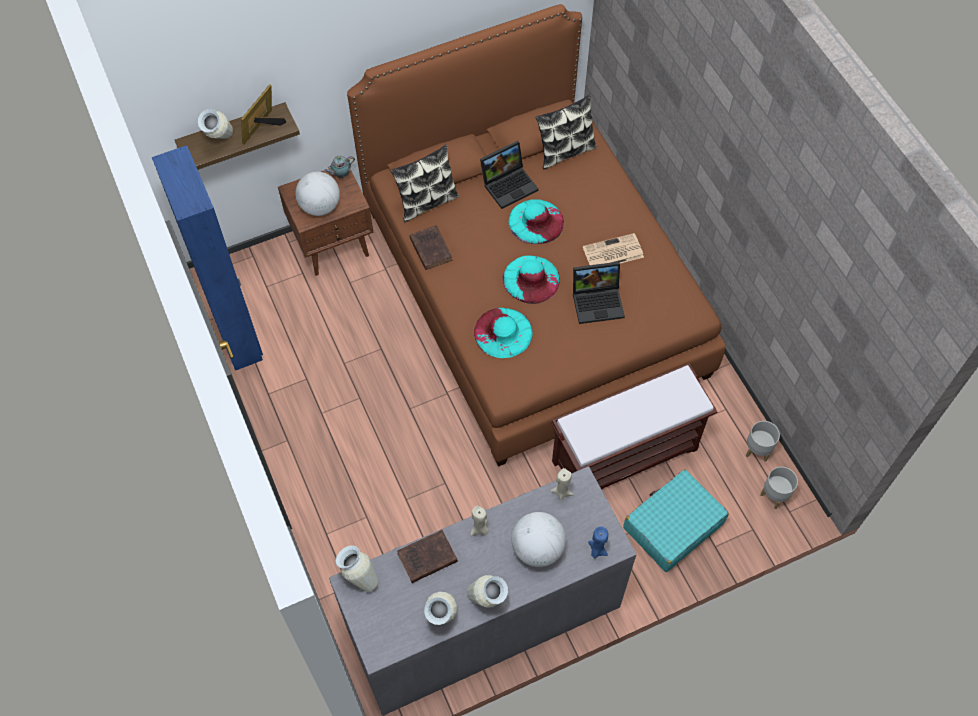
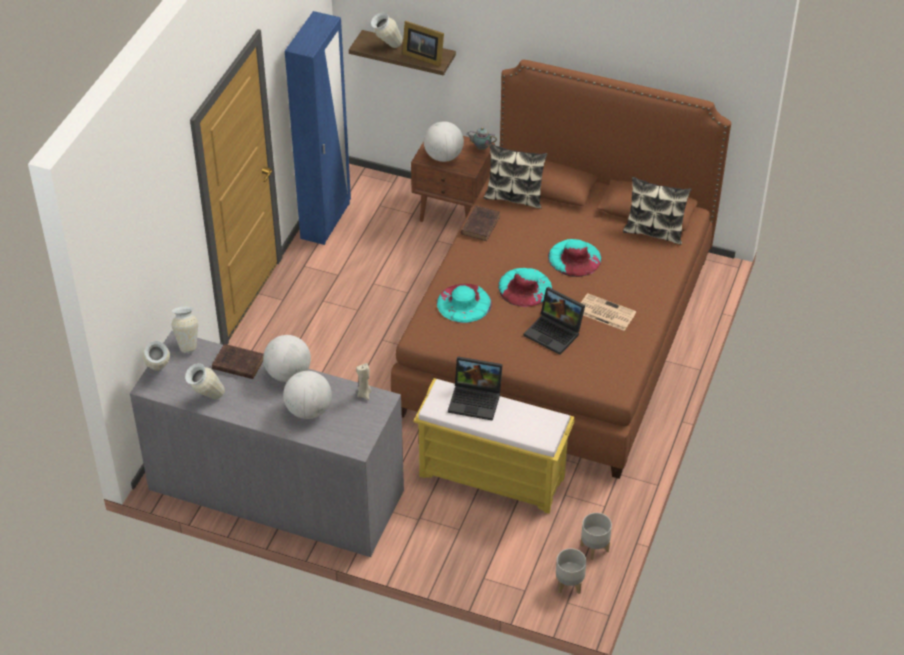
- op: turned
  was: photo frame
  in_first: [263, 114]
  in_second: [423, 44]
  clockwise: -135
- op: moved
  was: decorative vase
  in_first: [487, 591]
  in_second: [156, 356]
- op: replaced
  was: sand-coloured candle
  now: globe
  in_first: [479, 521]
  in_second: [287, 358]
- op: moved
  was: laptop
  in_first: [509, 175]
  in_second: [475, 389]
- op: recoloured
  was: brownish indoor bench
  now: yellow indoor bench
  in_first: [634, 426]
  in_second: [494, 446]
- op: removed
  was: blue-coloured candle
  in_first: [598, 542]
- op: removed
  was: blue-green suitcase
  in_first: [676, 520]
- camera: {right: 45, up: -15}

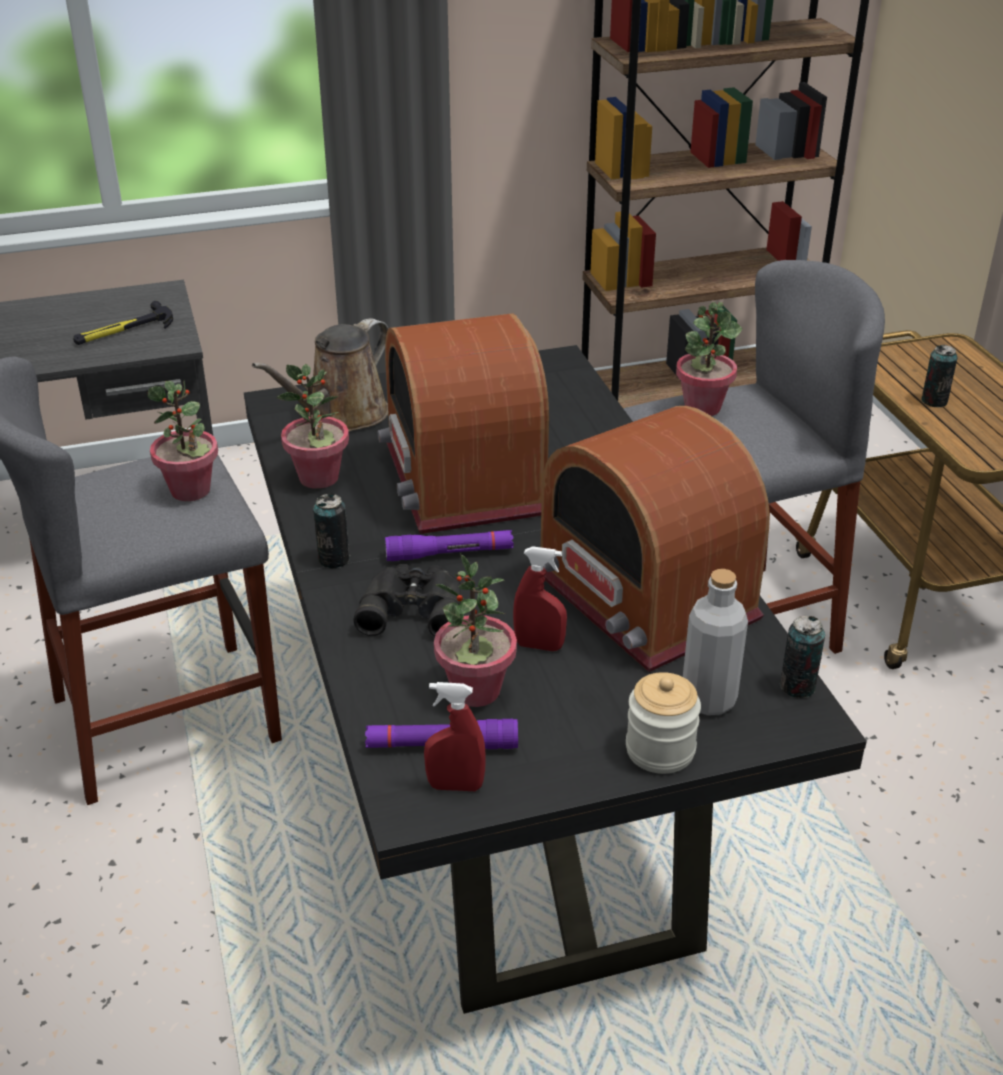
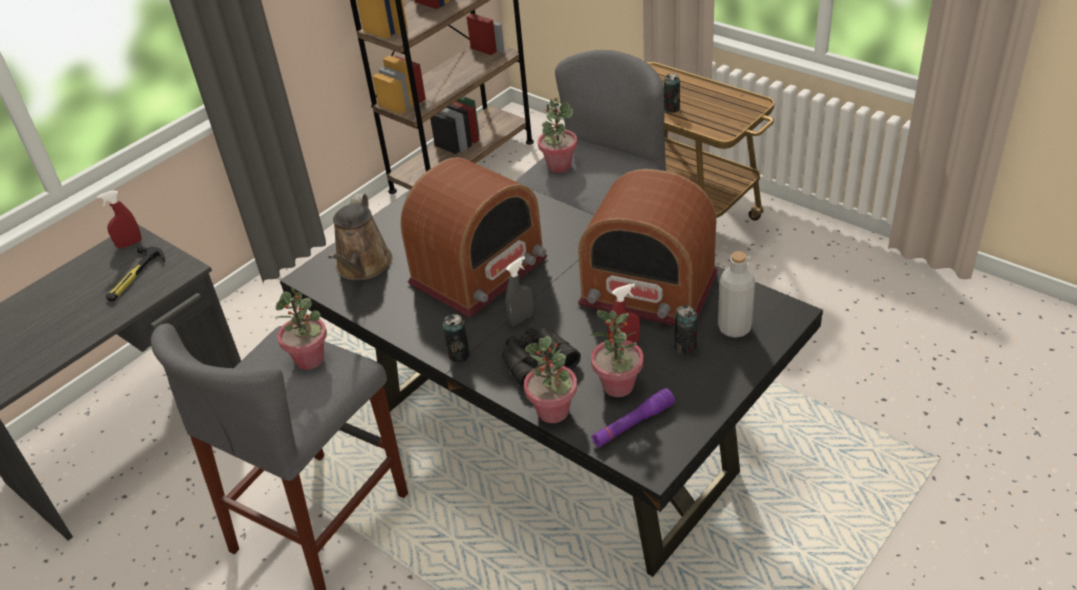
- op: moved
  was: houseplant
  in_first: [313, 426]
  in_second: [550, 379]
- op: turned
  was: radio set
  in_first: [463, 423]
  in_second: [474, 237]
  clockwise: -90
- op: replaced
  was: purple-coloured flashlight
  now: greyish spray bottle
  in_first: [449, 545]
  in_second: [519, 290]
- op: moved
  was: red spray bottle
  in_first: [455, 736]
  in_second: [119, 219]
- op: removed
  was: jar
  in_first: [663, 723]
- op: moved
  was: sealed can
  in_first: [802, 657]
  in_second: [686, 330]
- camera: {right: -30, up: 5}

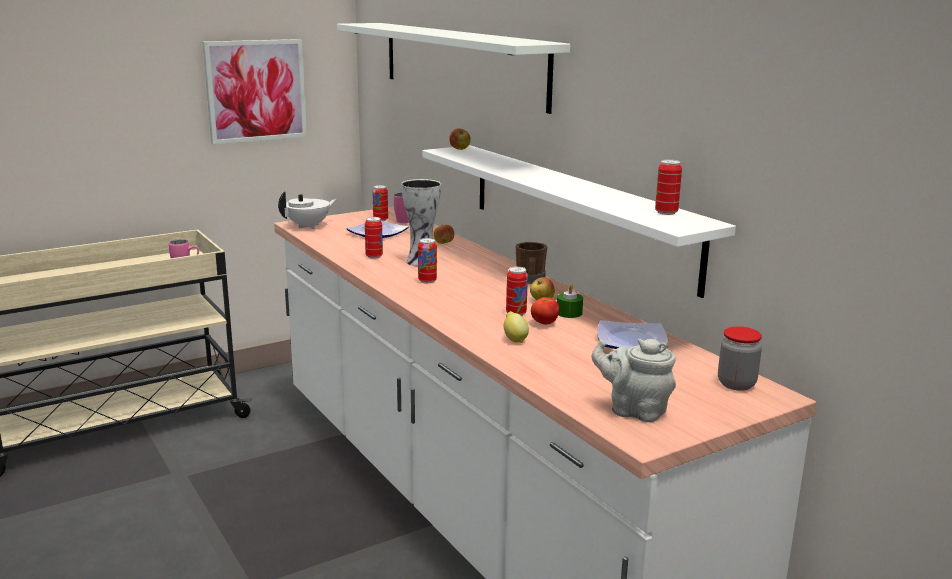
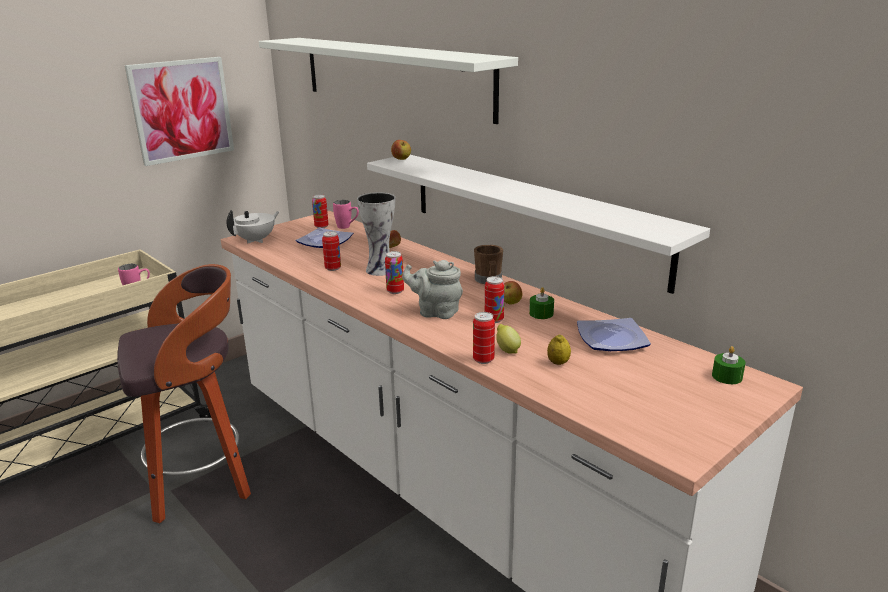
- op: removed
  was: tomato
  in_first: [545, 310]
- op: moved
  was: greyish tea pot
  in_first: [634, 380]
  in_second: [432, 289]
- op: moved
  was: sealed can
  in_first: [668, 187]
  in_second: [484, 338]
- op: replaced
  was: jar
  now: green-coloured candle
  in_first: [740, 358]
  in_second: [728, 365]
- op: added
  now: stool seat
  in_second: [184, 393]
- op: added
  now: citrus fruit
  in_second: [559, 350]
- camera: {right: -10, up: 5}

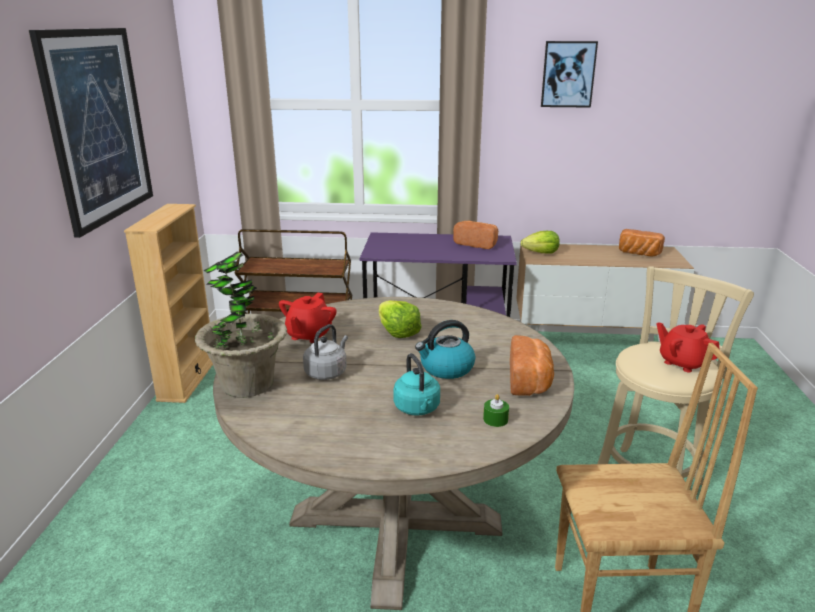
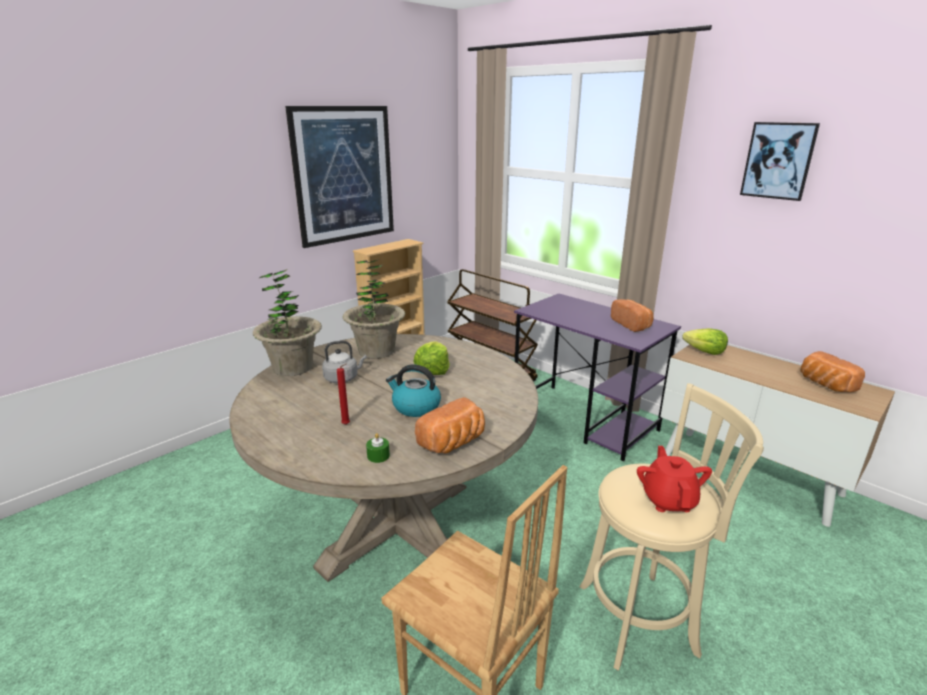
- op: replaced
  was: red tea pot
  now: houseplant
  in_first: [308, 317]
  in_second: [374, 309]
- op: replaced
  was: blue-green water kettle
  now: red candle
  in_first: [416, 384]
  in_second: [343, 394]
- camera: {right: 40, up: 0}

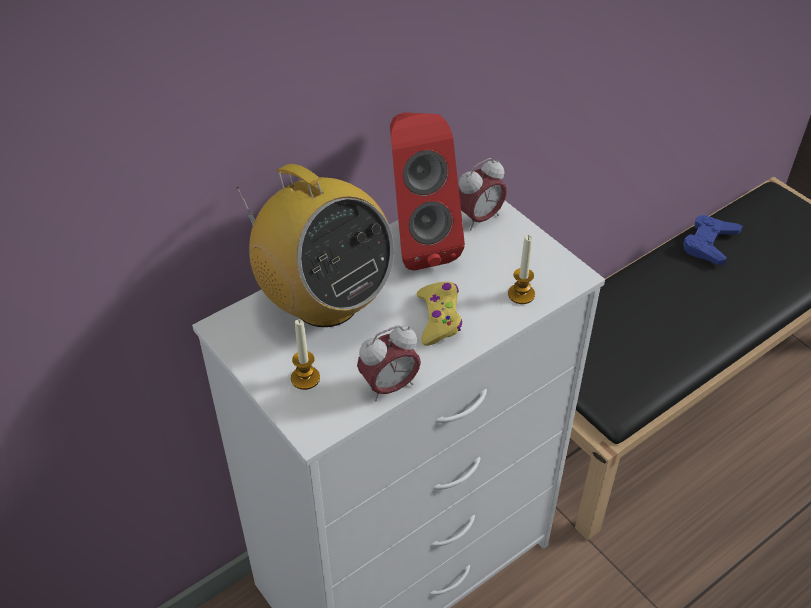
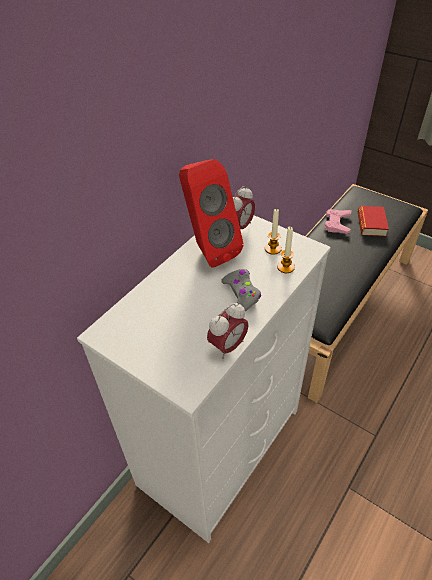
- op: removed
  was: radio set
  in_first: [315, 245]
- op: moved
  was: candle
  in_first: [305, 354]
  in_second: [273, 231]
- op: recoloured
  was: yellow gamepad
  now: greyish gamepad
  in_first: [439, 314]
  in_second: [241, 290]
- op: recoloured
  was: blue-coloured gamepad
  now: pink-coloured gamepad
  in_first: [713, 239]
  in_second: [338, 221]
- op: added
  now: volume
  in_second: [373, 221]
- camera: {right: -15, up: 0}

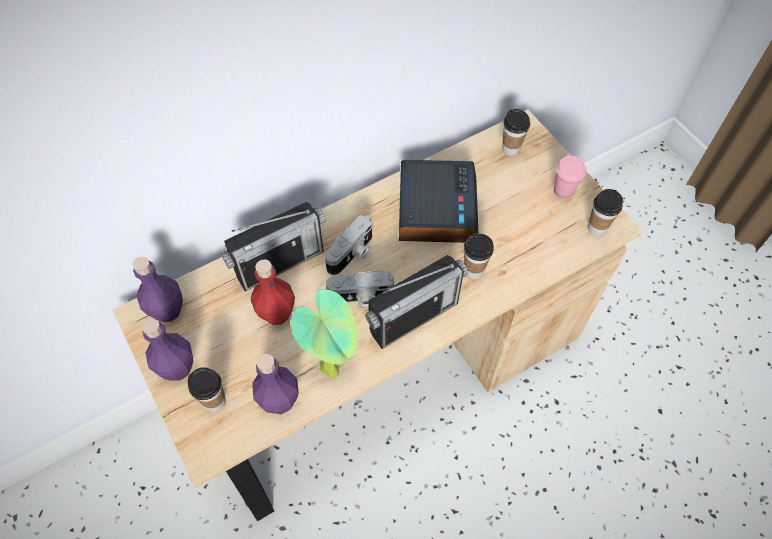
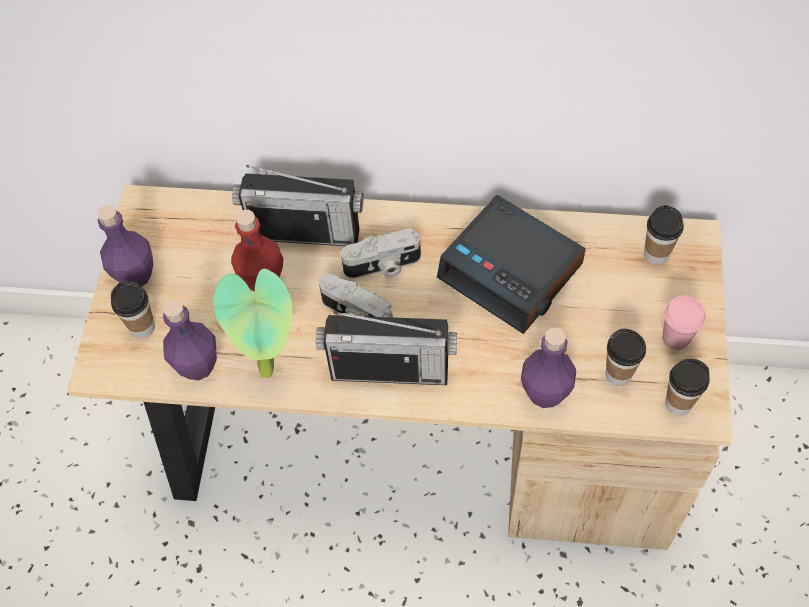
- op: moved
  was: purple-coloured bottle
  in_first: [157, 289]
  in_second: [548, 368]
- op: turned
  was: alarm clock
  in_first: [438, 201]
  in_second: [511, 264]
  clockwise: 90
- op: moved
  was: small cup
  in_first: [479, 256]
  in_second: [626, 357]
- camera: {right: 40, up: 0}

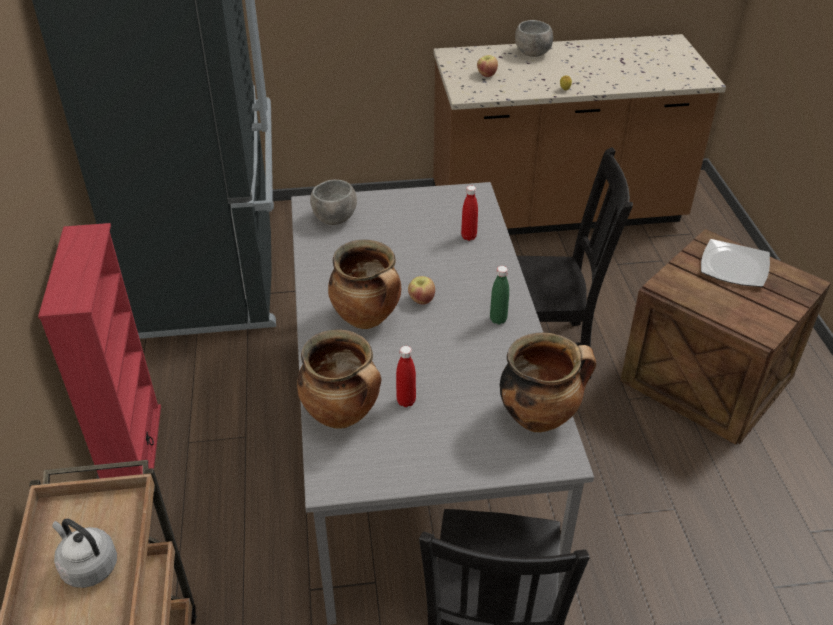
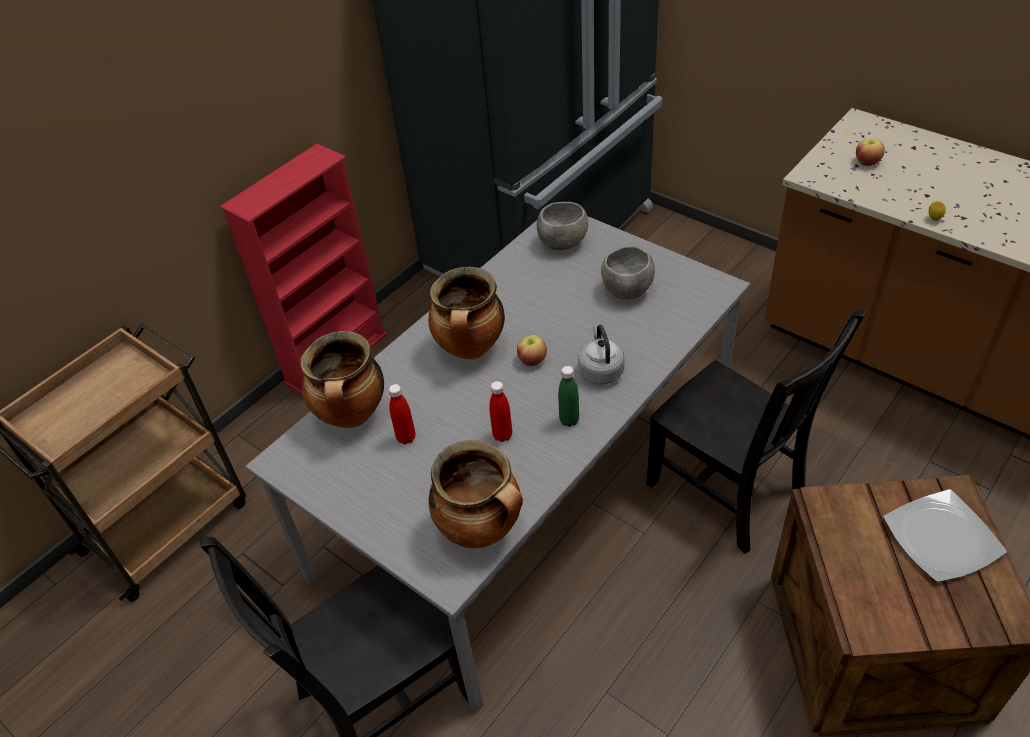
- op: moved
  was: greyish water kettle
  in_first: [84, 553]
  in_second: [601, 355]
- op: moved
  was: red bottle
  in_first: [469, 213]
  in_second: [500, 411]
- op: moved
  was: greyish deep dish
  in_first: [534, 38]
  in_second: [628, 273]
- camera: {right: 50, up: 5}

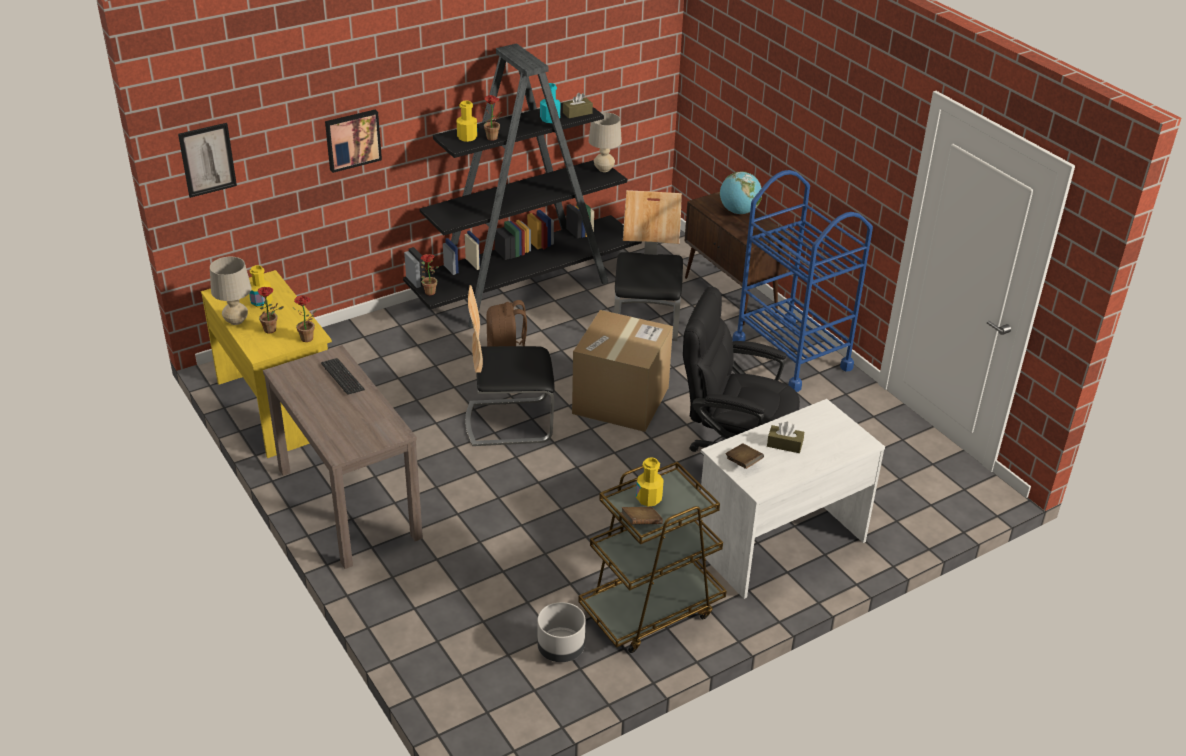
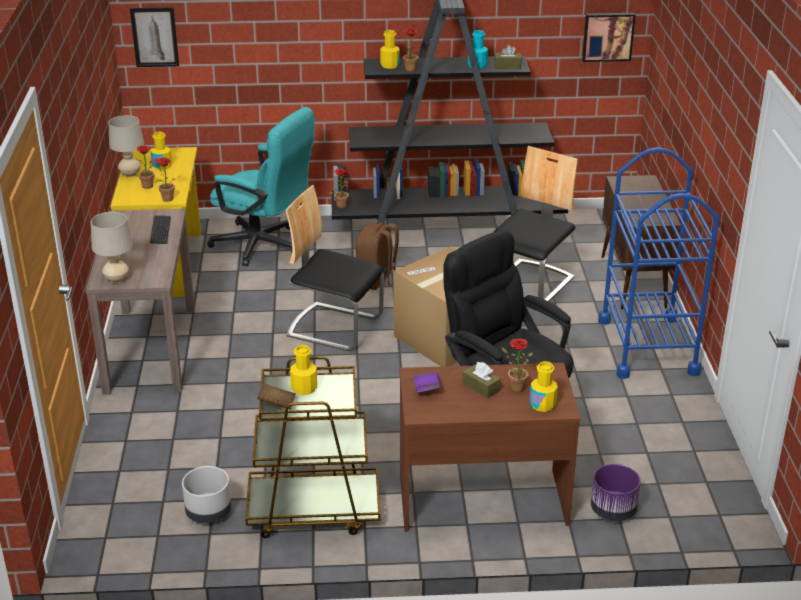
- op: moved
  was: wall art
  in_first: [353, 141]
  in_second: [609, 37]
- op: moved
  was: sand-coloured table lamp
  in_first: [605, 142]
  in_second: [112, 247]
- op: recoloured
  was: whitish desk unit
  now: brownish desk unit
  in_first: [791, 499]
  in_second: [489, 447]
- op: removed
  was: globe
  in_first: [741, 193]
- op: recoloured
  was: brownish volume
  now: purple-coloured volume
  in_first: [744, 456]
  in_second: [426, 382]
- op: added
  now: blue-green office chair
  in_second: [261, 186]
- op: added
  now: houseplant
  in_second: [517, 366]
- op: added
  now: yellow bottle
  in_second: [544, 386]
- op: added
  now: purple-coloured plant pot
  in_second: [616, 492]
- camera: {right: 30, up: -5}

